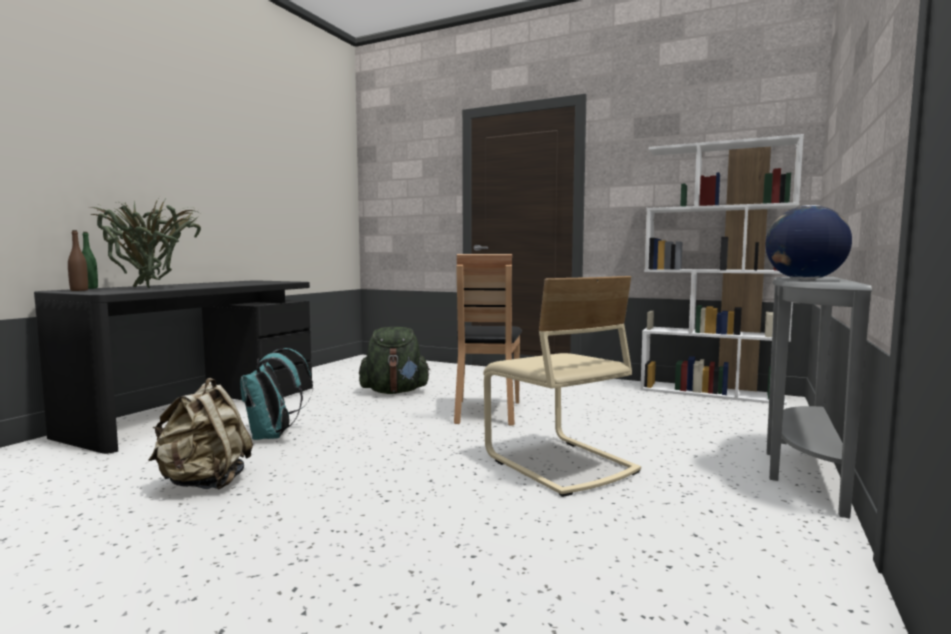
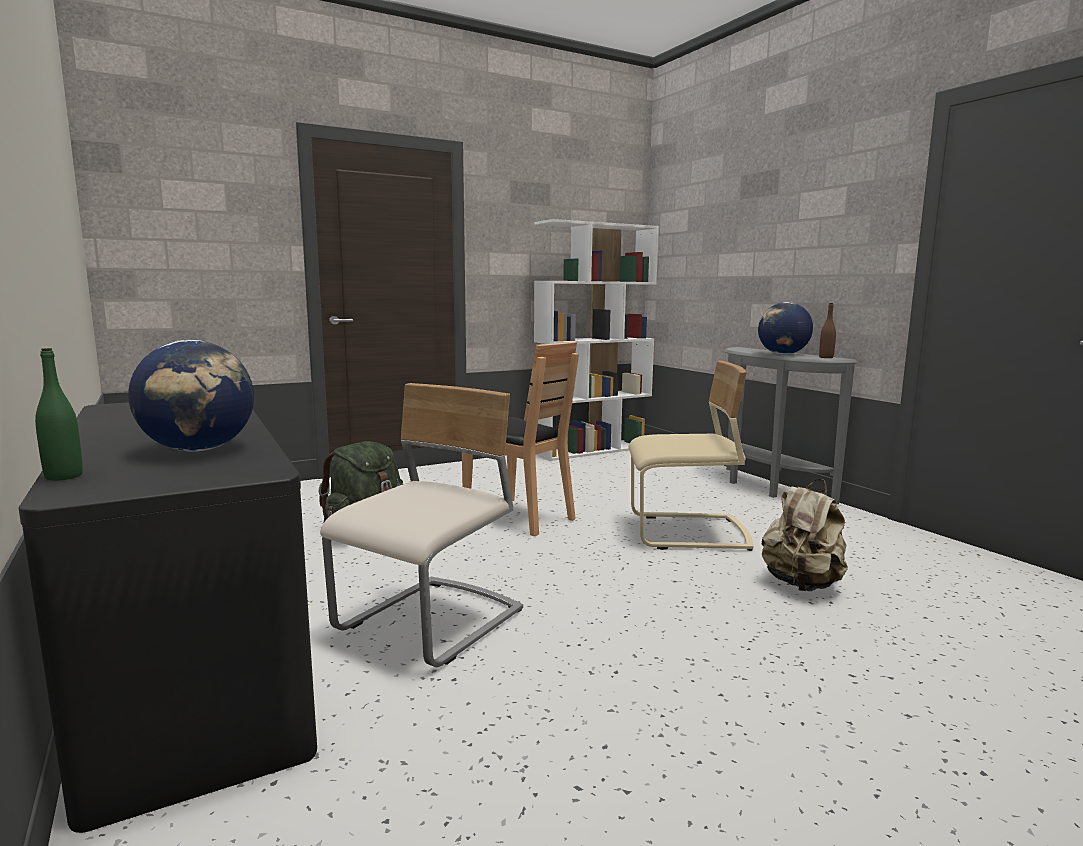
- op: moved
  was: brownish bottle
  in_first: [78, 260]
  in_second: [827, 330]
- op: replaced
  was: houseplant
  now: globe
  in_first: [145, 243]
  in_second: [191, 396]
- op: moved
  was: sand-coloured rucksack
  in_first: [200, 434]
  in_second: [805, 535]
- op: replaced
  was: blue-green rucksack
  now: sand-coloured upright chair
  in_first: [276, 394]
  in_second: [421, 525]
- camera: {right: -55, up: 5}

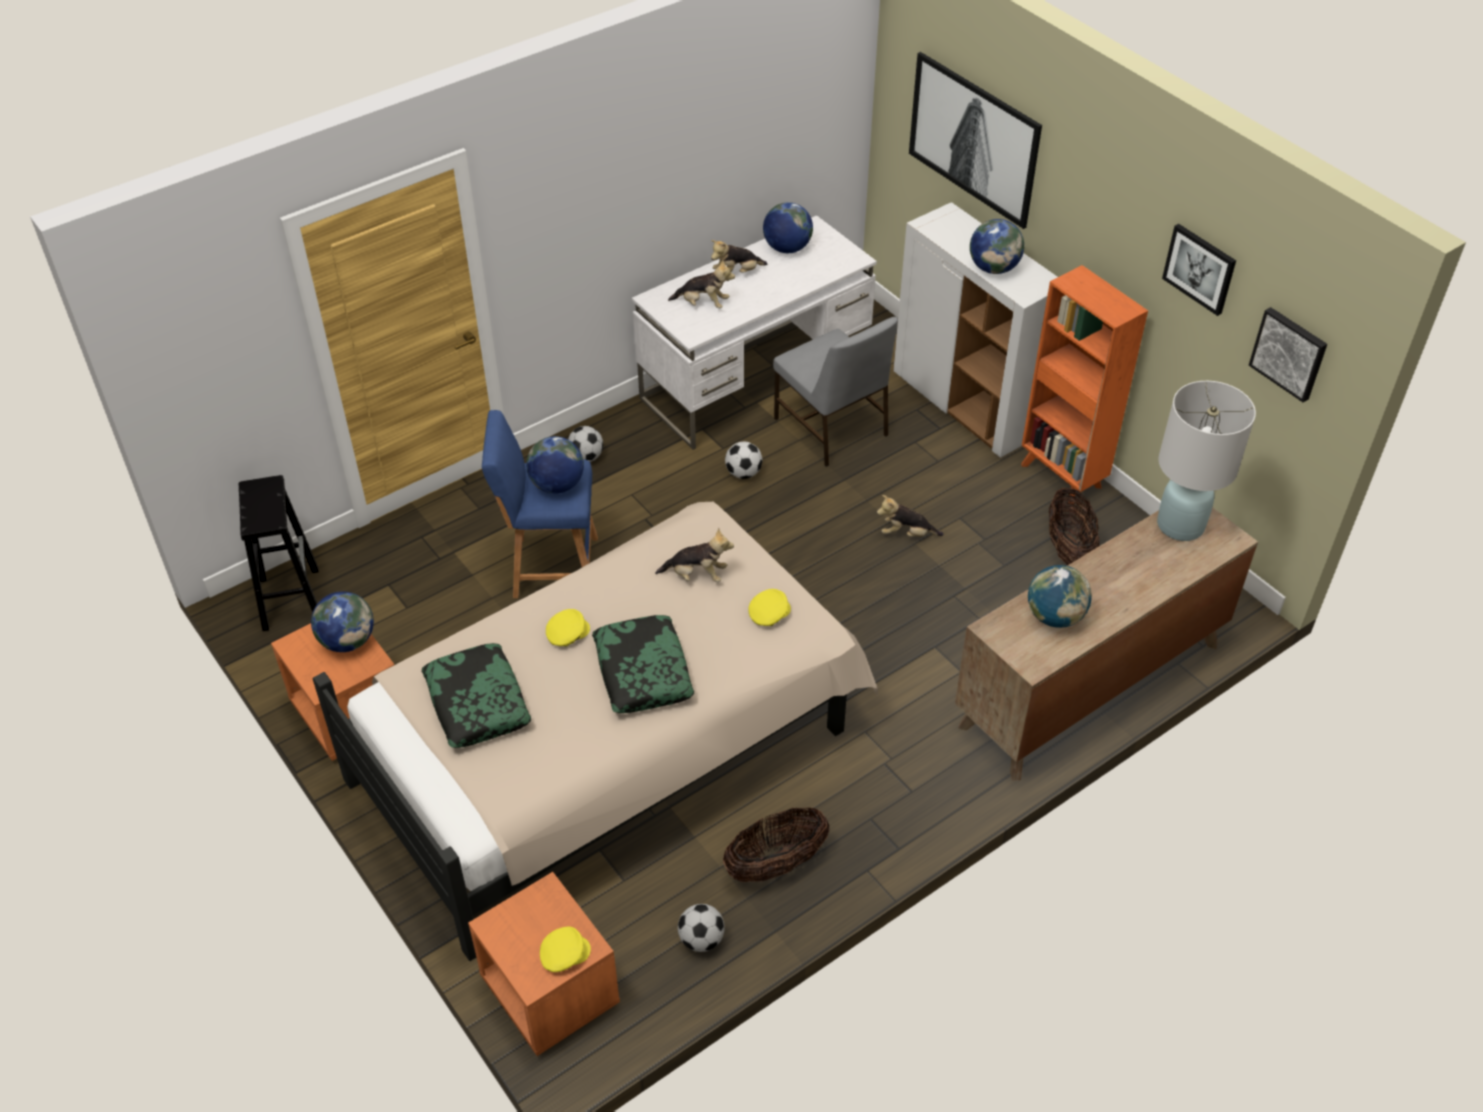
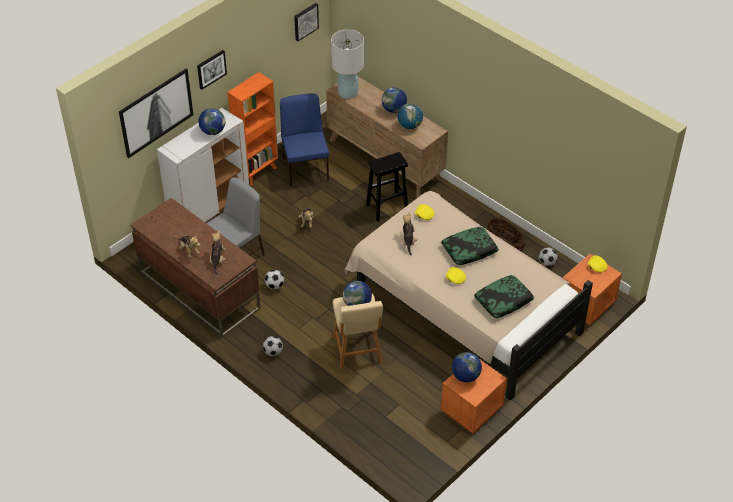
- op: moved
  was: black stool seat
  in_first: [279, 553]
  in_second: [387, 187]
- op: recoloured
  was: blue-coloured stool seat
  now: sand-coloured stool seat
  in_first: [540, 504]
  in_second: [358, 331]
- op: recoloured
  was: whitish desk unit
  now: brownish desk unit
  in_first: [754, 332]
  in_second: [195, 268]
- op: moved
  was: globe
  in_first: [788, 227]
  in_second: [394, 100]
- op: replaced
  was: basket
  now: blue-coloured upright chair
  in_first: [1074, 526]
  in_second: [304, 140]
- op: moved
  was: wall art
  in_first: [1199, 270]
  in_second: [212, 70]
- camera: {right: -100, up: 0}

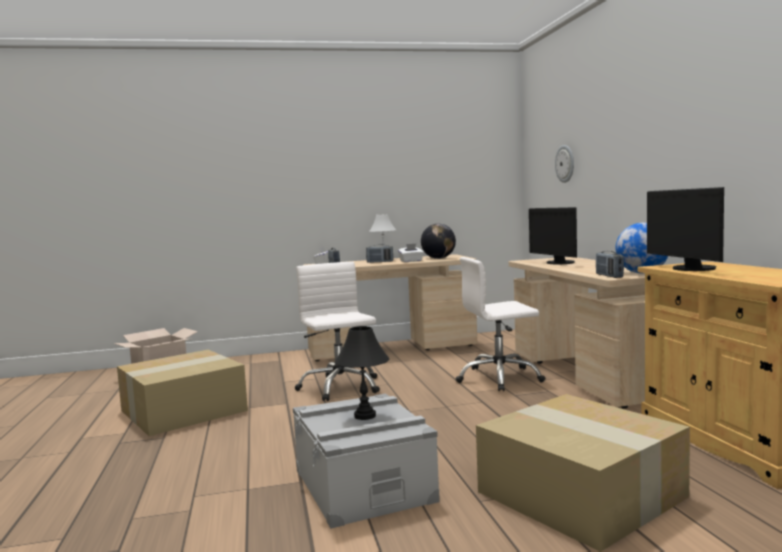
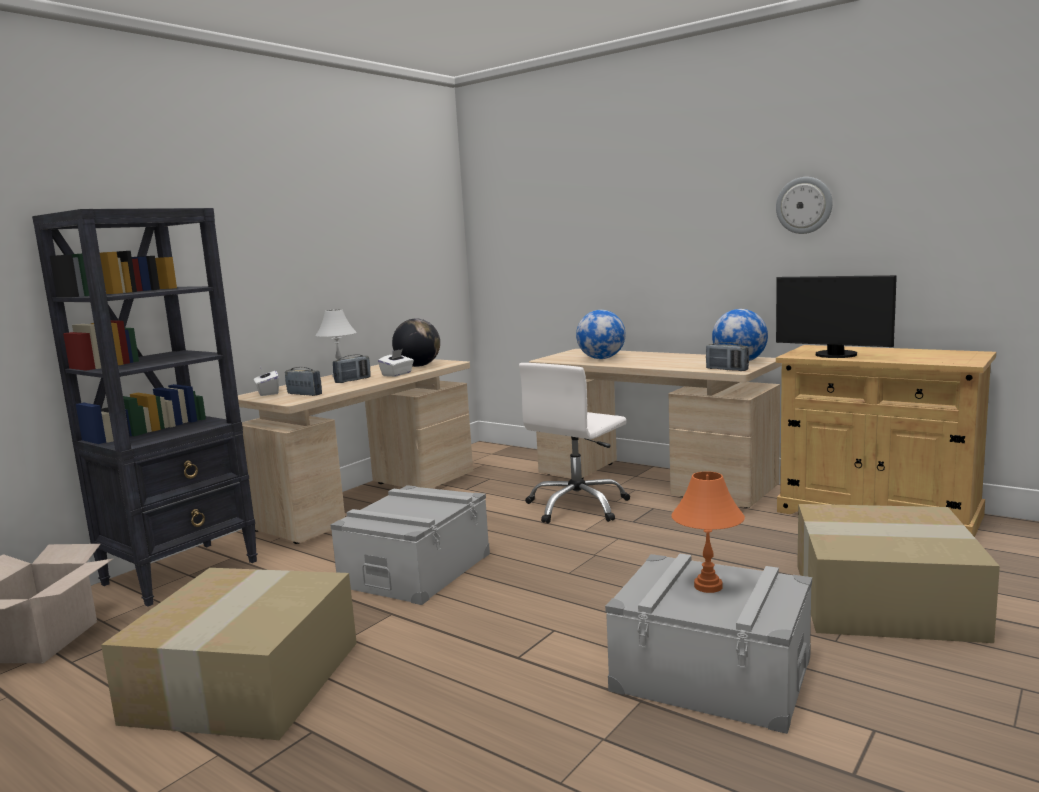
- op: replaced
  was: whitish office chair
  now: greyish storage bin
  in_first: [337, 331]
  in_second: [410, 545]
- op: recoloured
  was: black table lamp
  now: orangey table lamp
  in_first: [362, 373]
  in_second: [708, 532]
- op: replaced
  was: monitor
  now: globe
  in_first: [553, 235]
  in_second: [601, 334]
- op: moved
  was: clock on the wall
  in_first: [564, 164]
  in_second: [804, 205]
- op: added
  now: black shelving unit
  in_second: [145, 407]
- camera: {right: -40, up: 5}

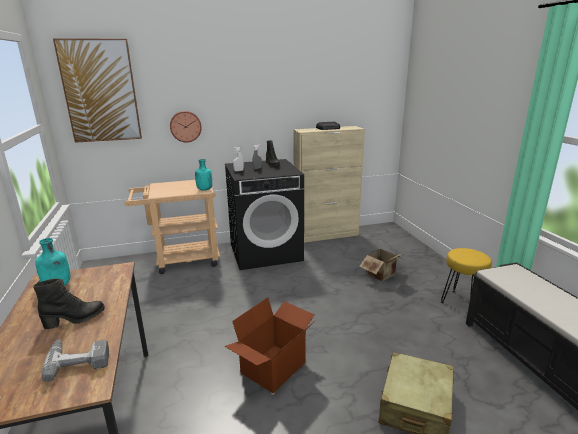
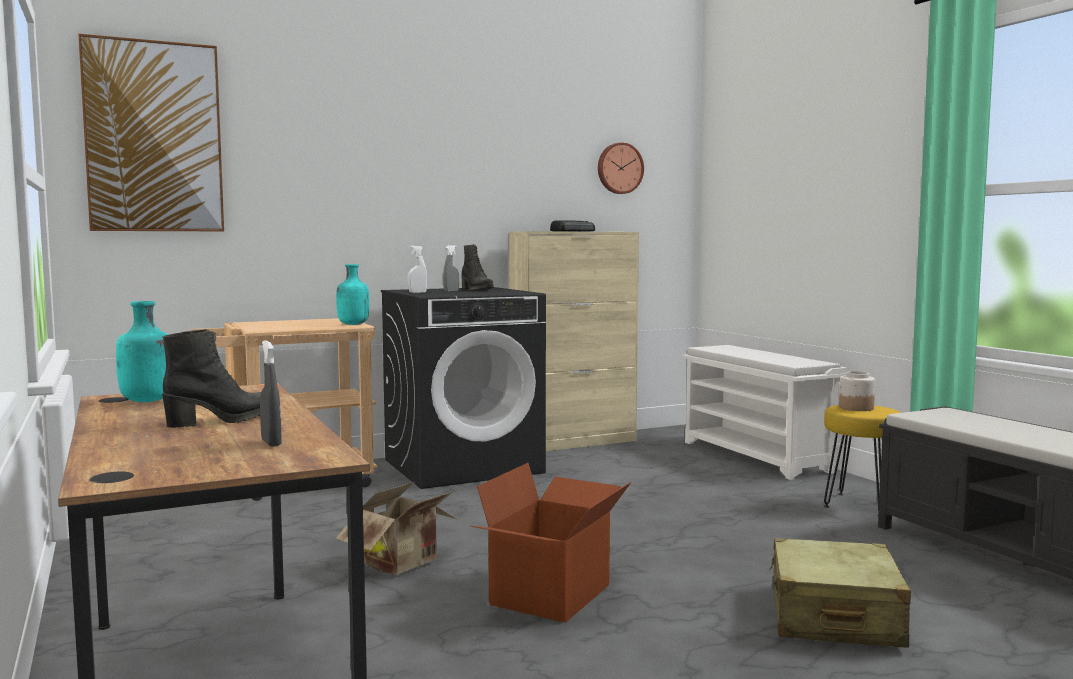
- op: replaced
  was: drill
  now: greyish spray bottle
  in_first: [75, 360]
  in_second: [270, 393]
- op: moved
  was: clock on the wall
  in_first: [186, 127]
  in_second: [621, 168]
- op: moved
  was: carton
  in_first: [381, 263]
  in_second: [397, 528]
- op: added
  now: whitish shoe stand
  in_second: [764, 412]
- op: added
  now: jar
  in_second: [857, 391]
- camera: {right: -10, up: -15}

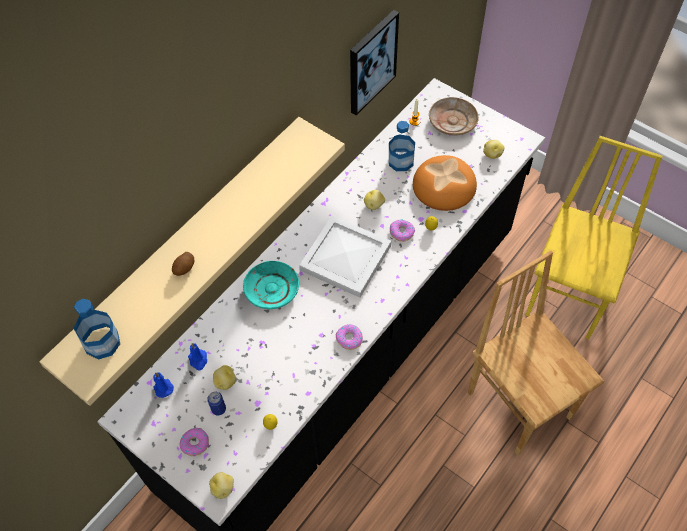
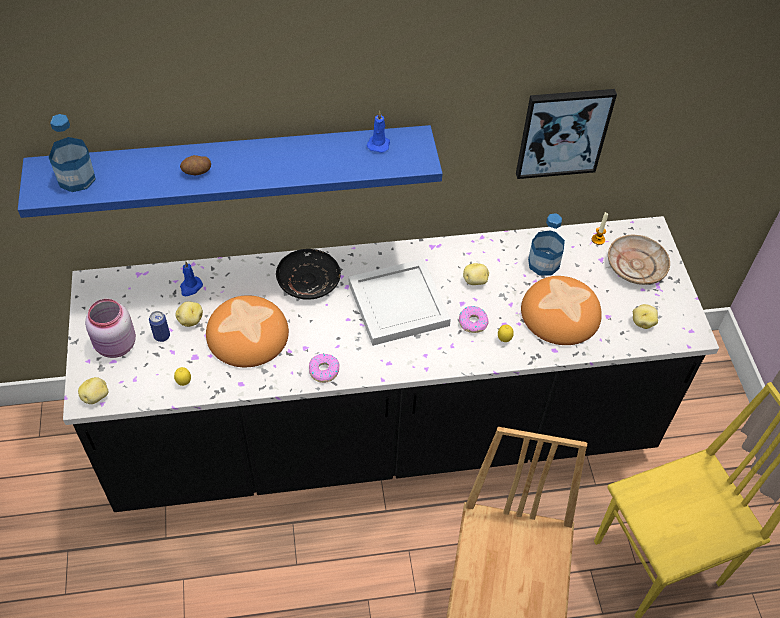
- op: recoloured
  was: sand-coloured bracket shelf
  now: blue-coloured bracket shelf
  in_first: [192, 261]
  in_second: [230, 171]
- op: moved
  was: blue-coloured candle
  in_first: [163, 385]
  in_second: [378, 132]
- op: replaced
  was: donut
  now: pink-coloured jar
  in_first: [194, 442]
  in_second: [110, 328]
- op: recoloured
  was: blue-green dinner plate
  now: black dinner plate
  in_first: [271, 285]
  in_second: [308, 274]
- op: added
  now: baked bread
  in_second: [247, 331]
- camera: {right: 40, up: -5}

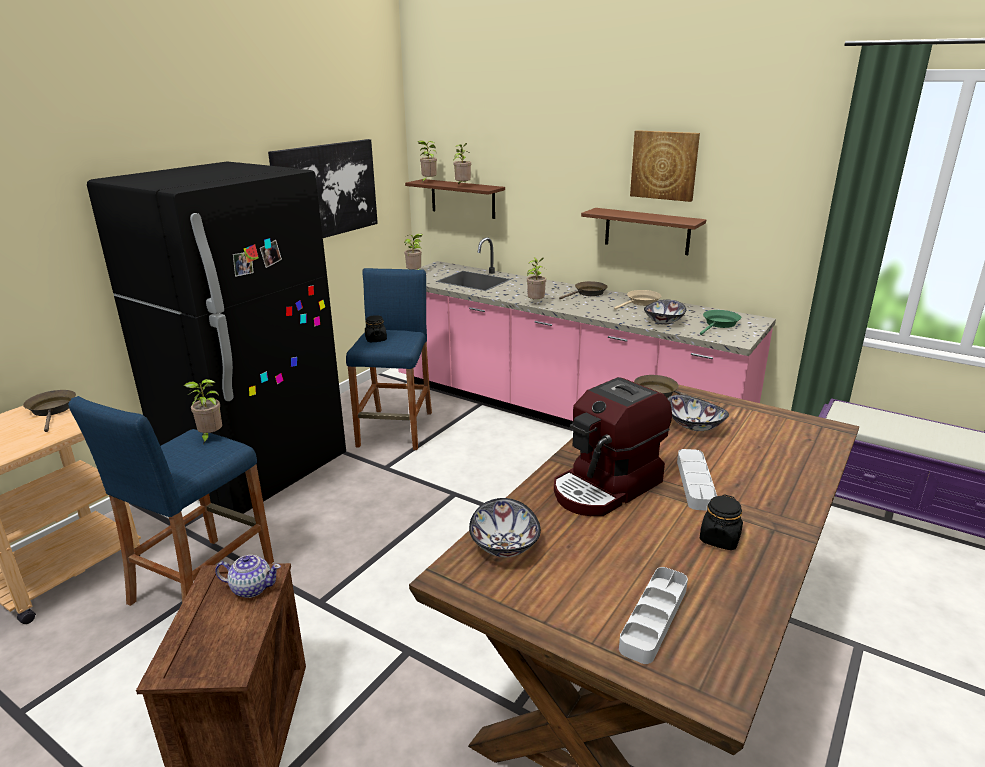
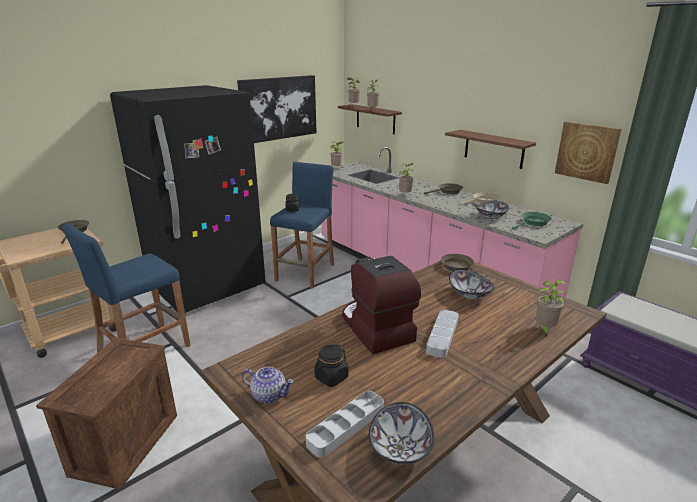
- op: moved
  was: houseplant
  in_first: [203, 411]
  in_second: [551, 308]
- op: moved
  was: tea pot
  in_first: [248, 576]
  in_second: [268, 385]
- op: moved
  was: deep dish
  in_first: [505, 527]
  in_second: [401, 433]
- op: turned
  was: coffee maker
  in_first: [613, 446]
  in_second: [381, 305]
  clockwise: 90
- op: moved
  was: wall art
  in_first: [665, 166]
  in_second: [588, 152]
- op: moved
  was: black jar
  in_first: [721, 522]
  in_second: [331, 365]
- camera: {right: 15, up: 0}

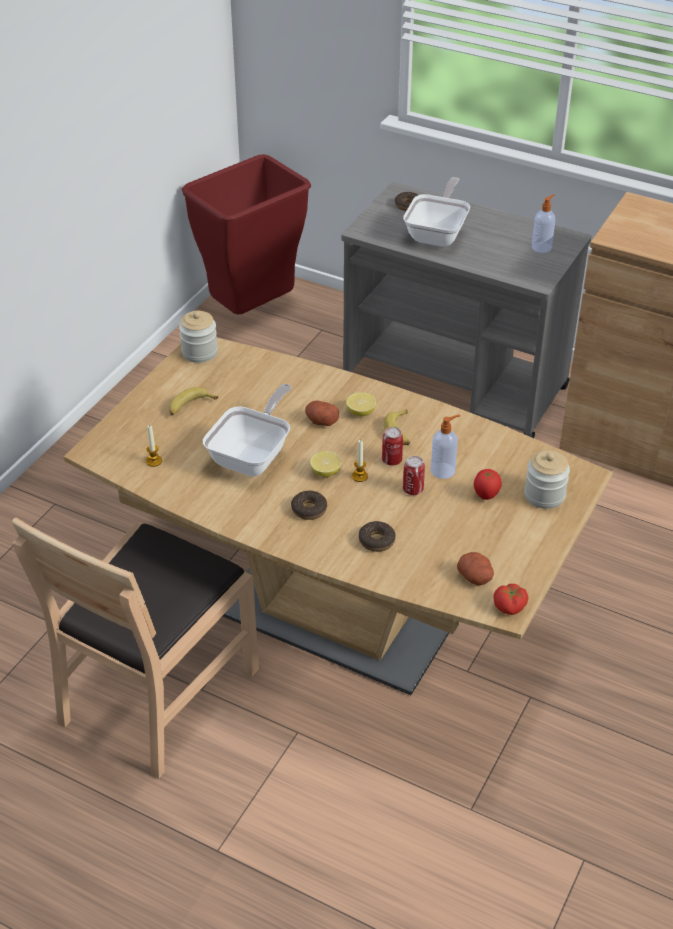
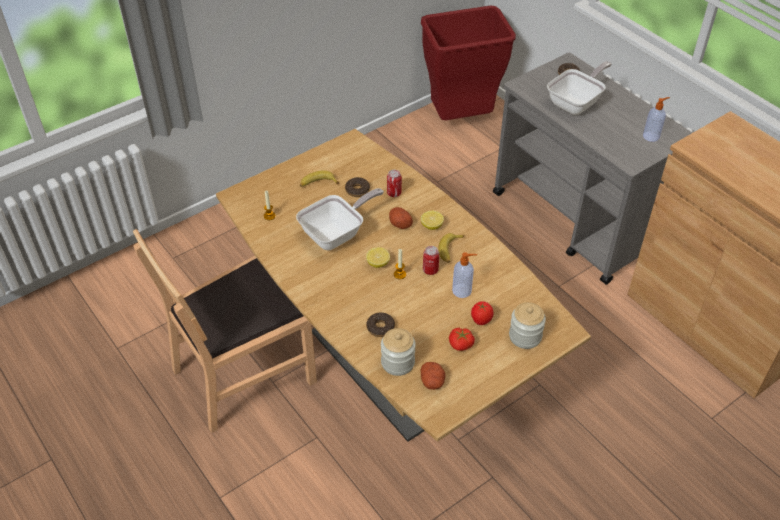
- op: moved
  was: jar
  in_first: [198, 337]
  in_second: [398, 352]
- op: moved
  was: donut
  in_first: [309, 505]
  in_second: [357, 187]
- op: moved
  was: sealed can
  in_first: [414, 475]
  in_second: [394, 183]
- op: moved
  was: tomato
  in_first: [510, 599]
  in_second: [462, 339]
- camera: {right: 25, up: 5}

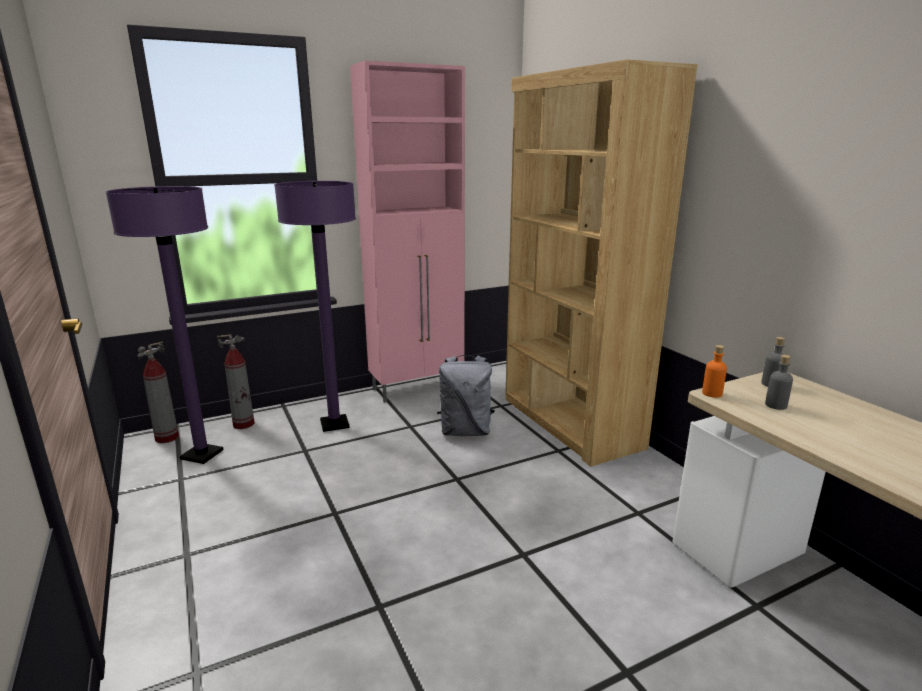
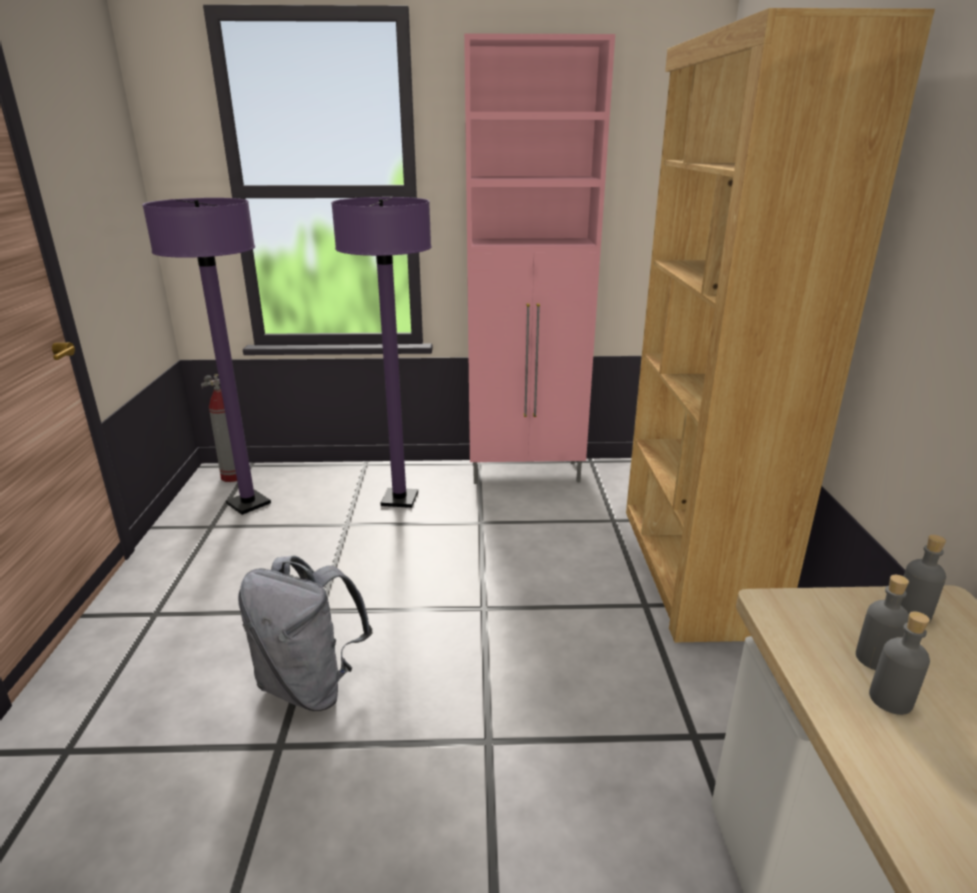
- op: removed
  was: fire extinguisher
  in_first: [236, 381]
- op: moved
  was: greyish rucksack
  in_first: [466, 395]
  in_second: [305, 633]
- op: removed
  was: orangey bottle
  in_first: [714, 371]
- op: added
  now: greyish bottle
  in_second: [899, 663]
- camera: {right: 25, up: 5}

